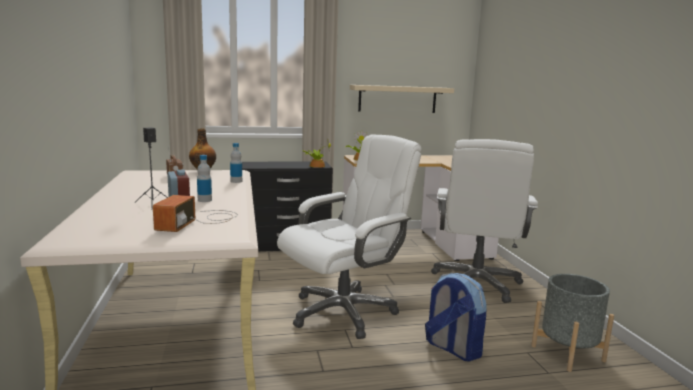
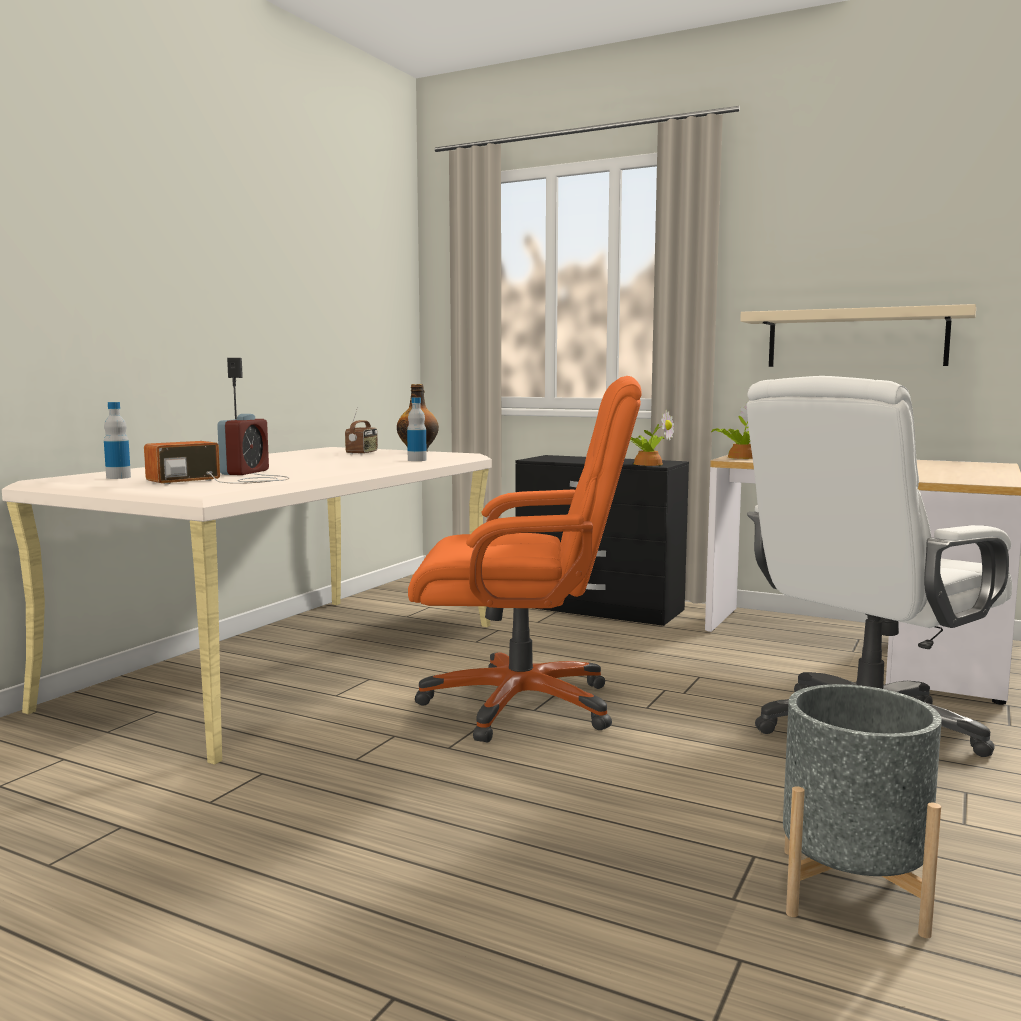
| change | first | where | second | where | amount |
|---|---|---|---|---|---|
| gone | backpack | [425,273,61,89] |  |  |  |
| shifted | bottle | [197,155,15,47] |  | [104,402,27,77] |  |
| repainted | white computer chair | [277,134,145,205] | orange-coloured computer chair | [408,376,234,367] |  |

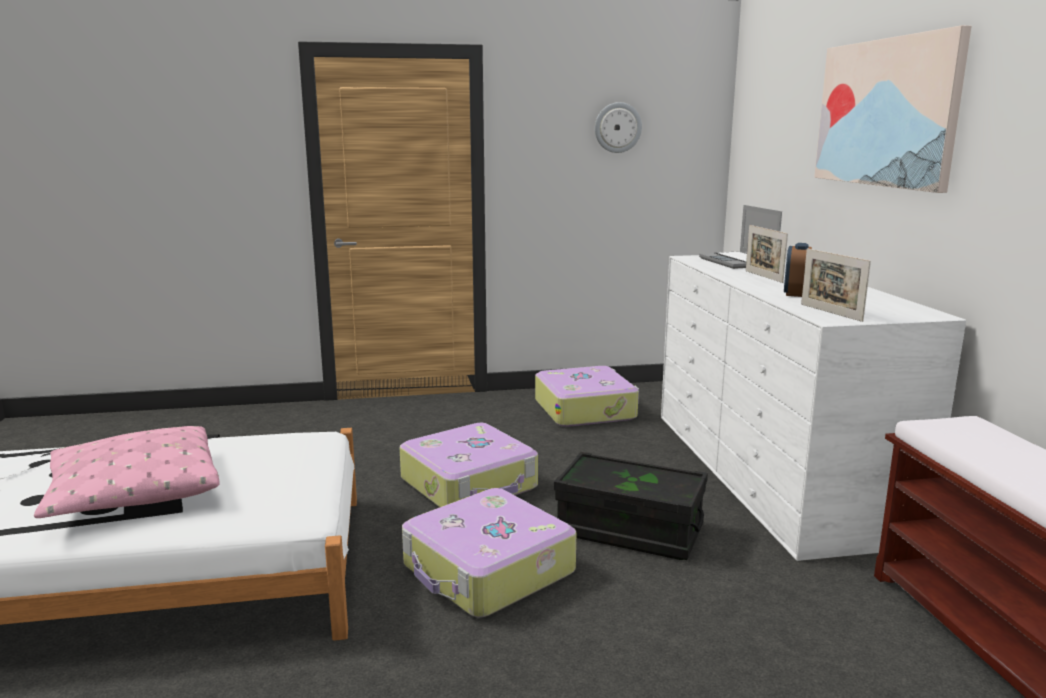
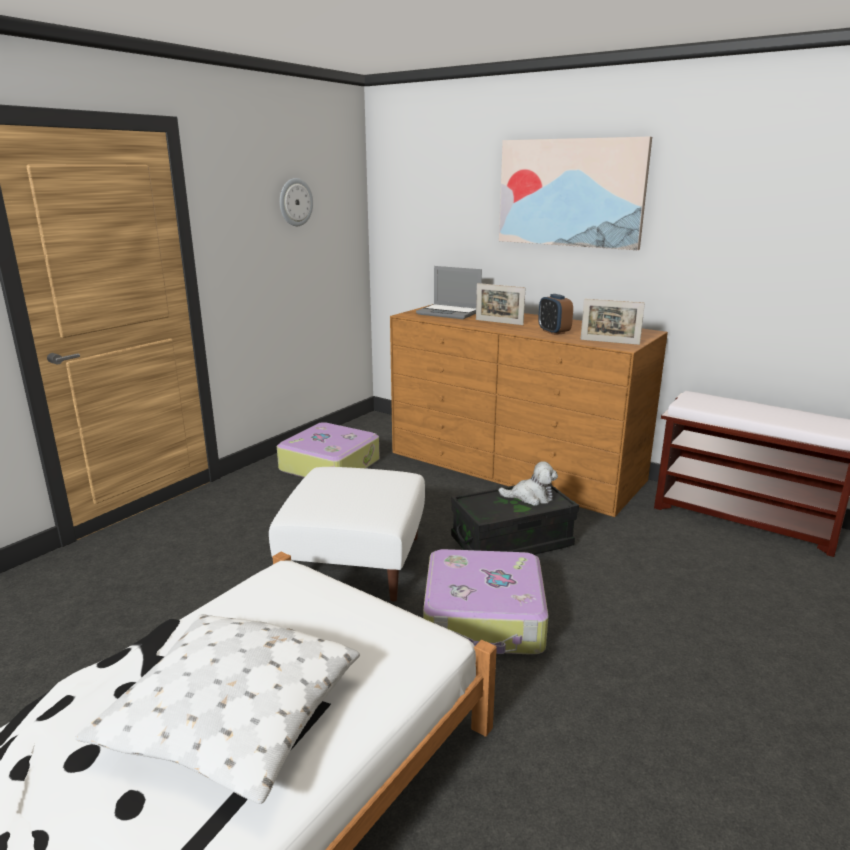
| change | first | where | second | where | amount |
|---|---|---|---|---|---|
| new |  |  | plush toy | [498,461,60,45] |  |
| swapped | piece of luggage | [399,423,139,84] | white footrest | [269,467,156,135] |  |
| repainted | pinkish pillow | [34,426,186,92] | white pillow | [75,614,285,190] |  |
| repainted | white chest of drawers | [661,255,305,306] | brownish chest of drawers | [390,304,278,213] |  |

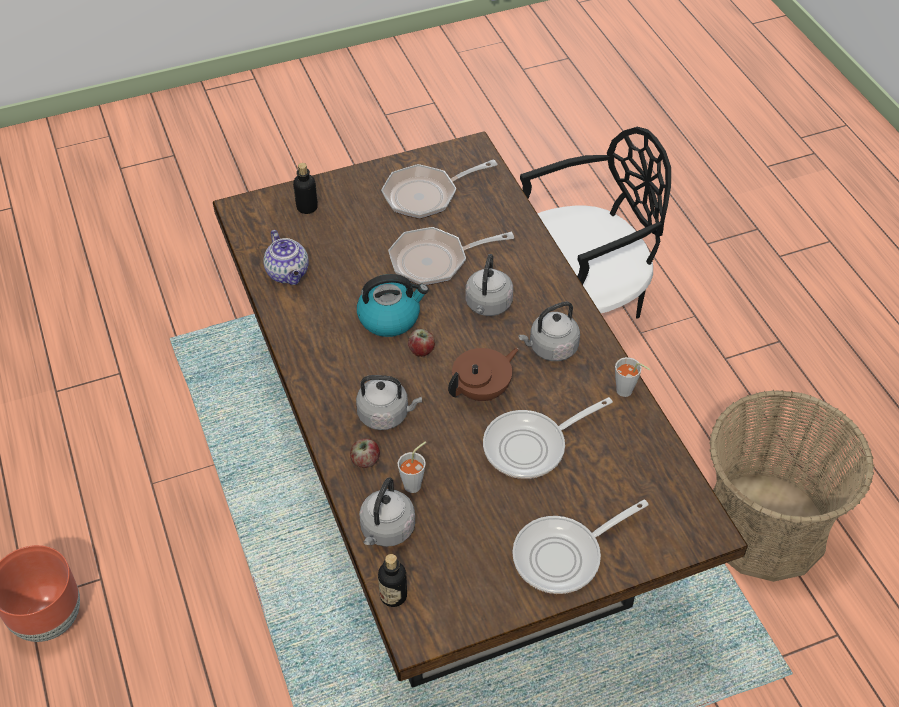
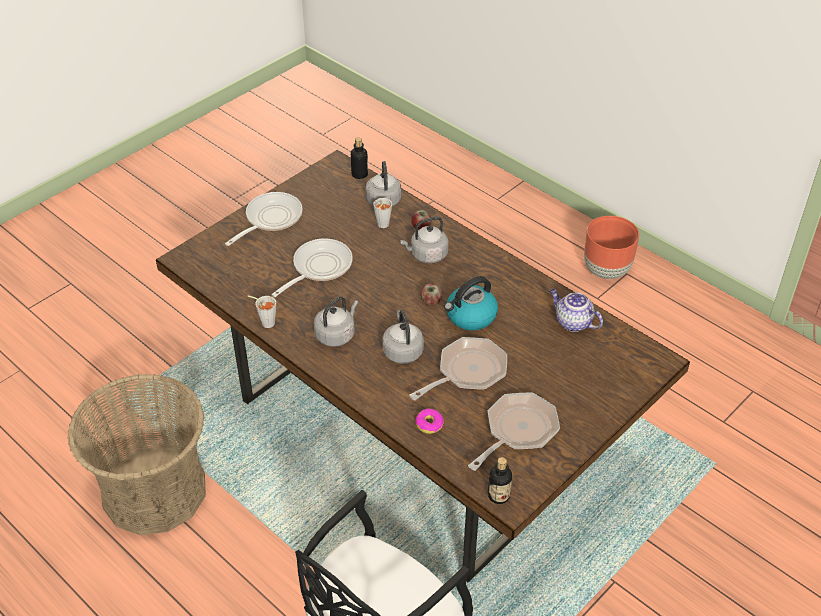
| change | first | where | second | where | amount |
|---|---|---|---|---|---|
| gone | brownish tea pot | [448,348,71,53] |  |  |  |
| new |  |  | doughnut | [416,409,28,25] |  |
| shifted | bottle | [293,163,25,51] |  | [488,457,24,47] |  |

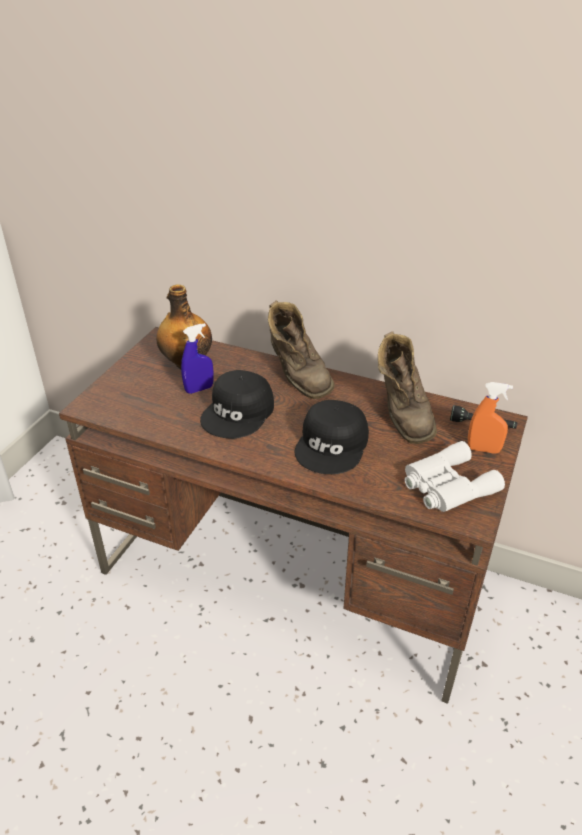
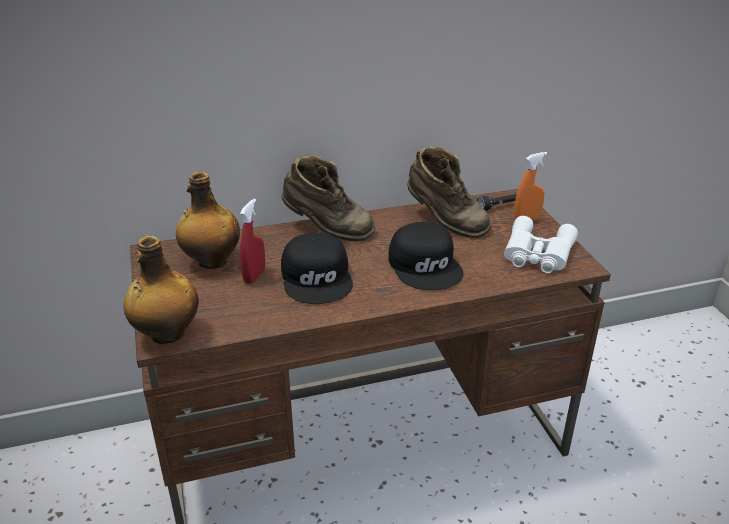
| change | first | where | second | where | amount |
|---|---|---|---|---|---|
| new |  |  | bottle | [123,236,76,108] |  |
| repainted | blue-coloured hand sprayer | [181,323,32,71] | reddish hand sprayer | [240,199,25,85] |  |

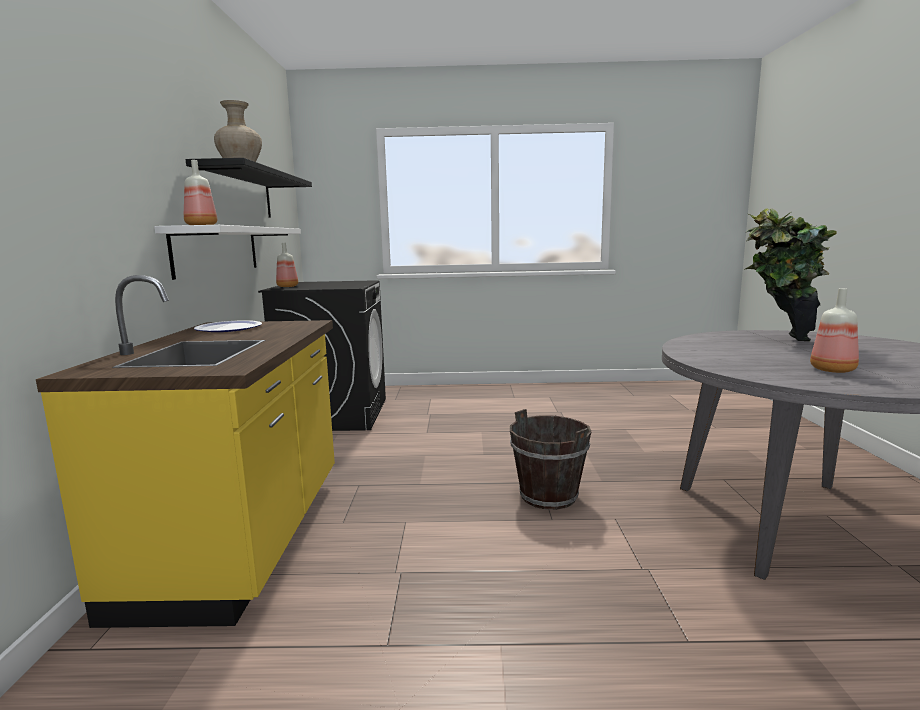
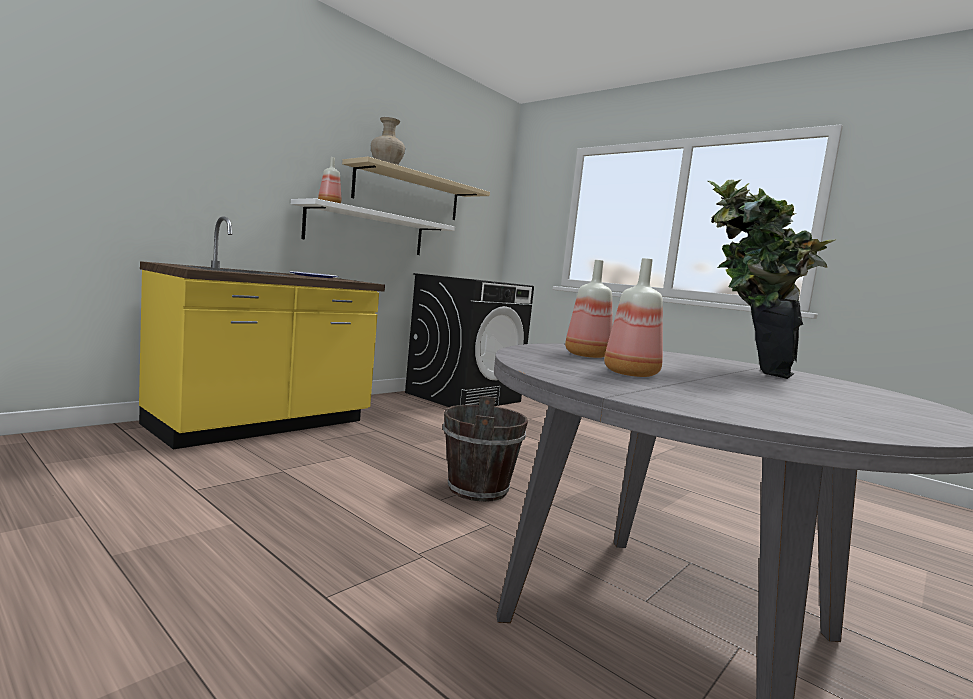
| change | first | where | second | where | amount |
|---|---|---|---|---|---|
| shifted | bottle | [276,243,22,44] |  | [565,260,48,98] |  |
| repainted | blackish bracket shelf | [186,158,126,60] | beige-coloured bracket shelf | [342,157,148,63] |  |

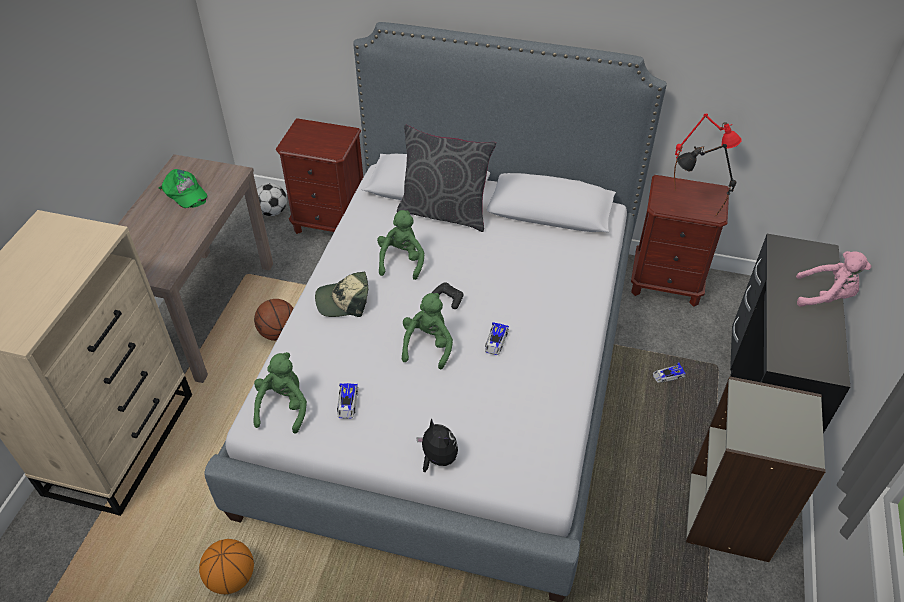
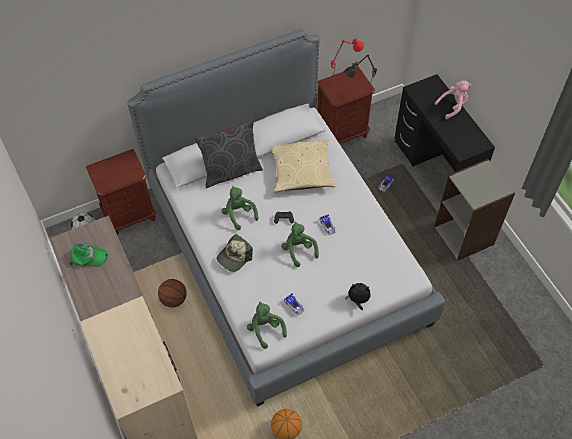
| change | first | where | second | where | amount |
|---|---|---|---|---|---|
| new |  |  | beige-coloured pillow | [271,139,65,53] |  |

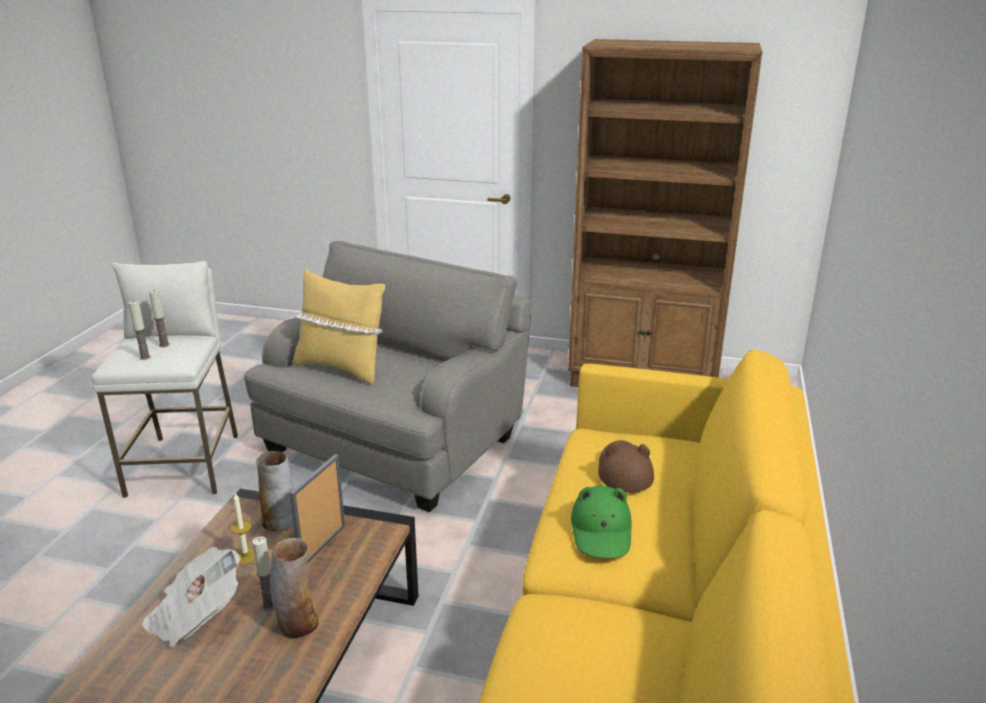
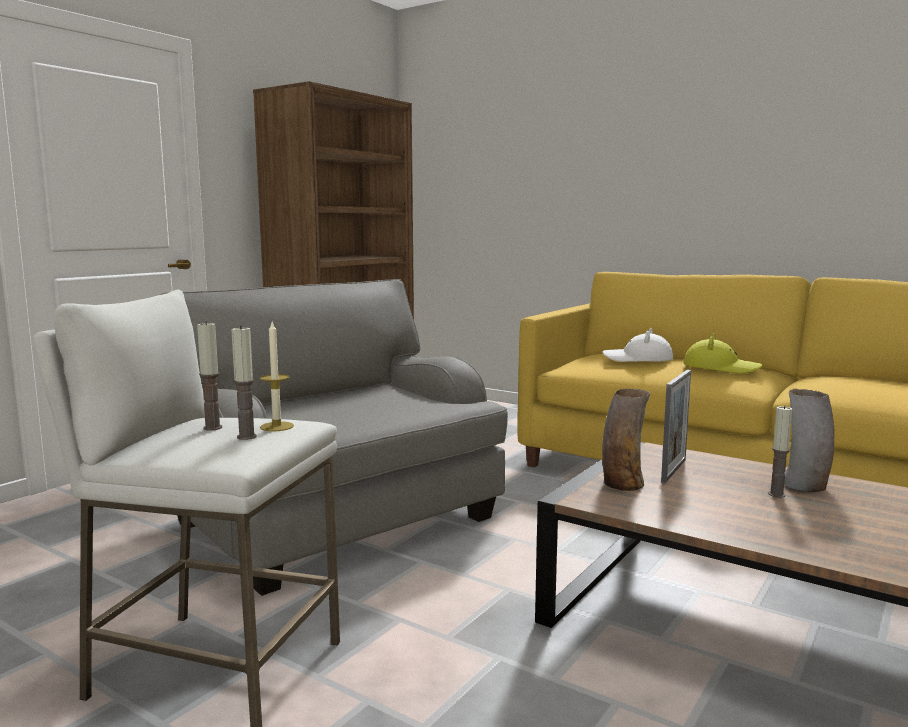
| change | first | where | second | where | amount |
|---|---|---|---|---|---|
| gone | newspaper | [142,547,99,100] |  |  |  |
| gone | yellow-coloured pillow | [292,269,93,116] |  |  |  |
| shifted | wax candle | [230,493,25,71] |  | [260,322,34,109] |  |
| repainted | greenish clothing hat | [571,486,61,72] | yellow-coloured clothing hat | [683,333,80,40] |  |
| repainted | brownish clothing hat | [598,440,56,52] | white clothing hat | [602,328,71,34] |  |
| rotated | picture frame | [290,454,55,109] |  | [661,370,30,113] | 105 degrees counterclockwise |

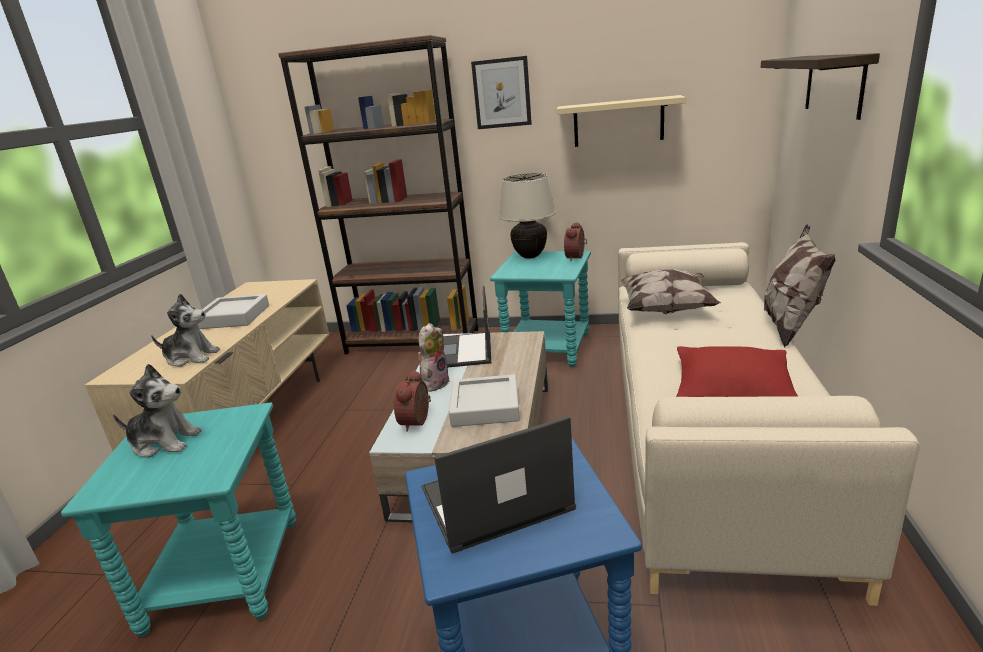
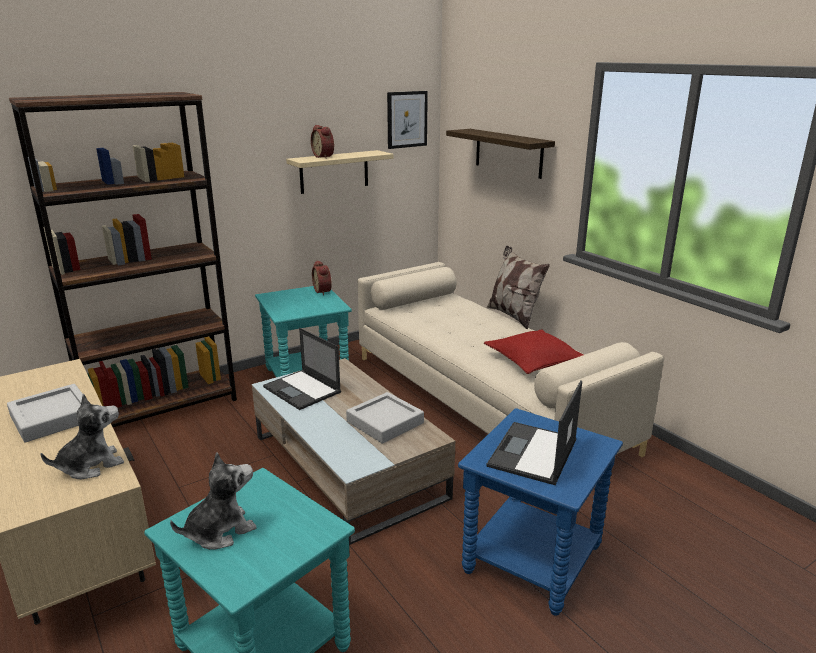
| change | first | where | second | where | amount |
|---|---|---|---|---|---|
| gone | plush toy | [418,323,32,69] |  |  |  |
| gone | beige-coloured lamp for a table | [499,173,57,86] |  |  |  |
| gone | pillow | [617,269,104,45] |  |  |  |
| shifted | bedside clock | [394,370,37,62] |  | [311,125,23,34] |  |
| shifted | wall picture | [471,56,61,73] |  | [387,91,41,58] |  |

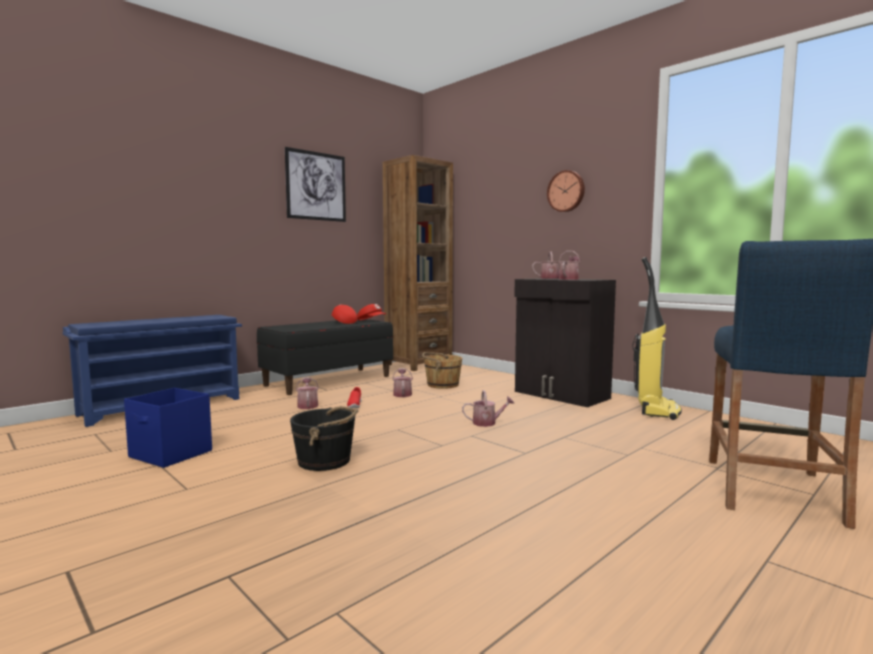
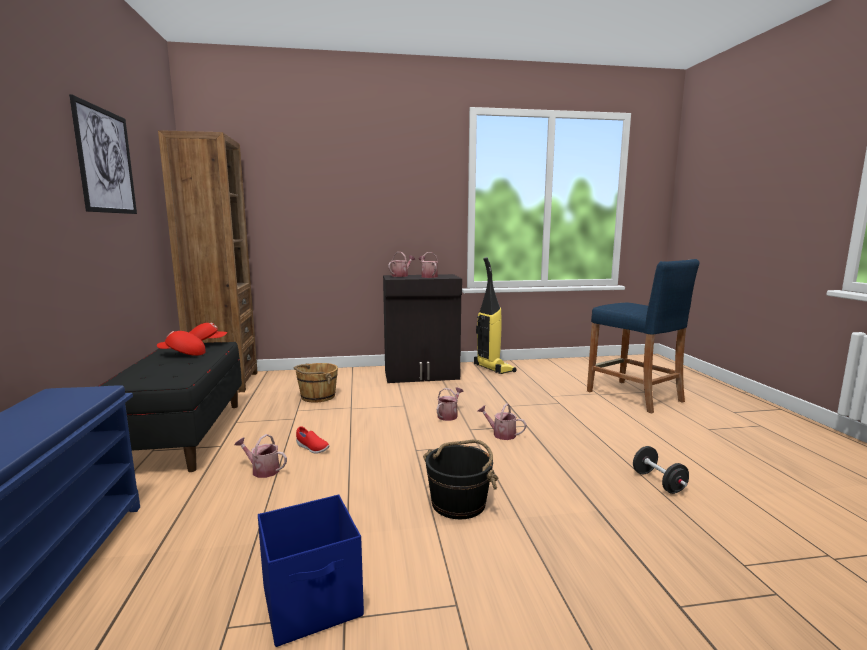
| change | first | where | second | where | amount |
|---|---|---|---|---|---|
| gone | hanging clock | [547,170,38,42] |  |  |  |
| new |  |  | blackish dumbbell | [633,446,56,48] |  |
| shifted | sprinkling can | [392,368,21,29] |  | [478,403,49,37] |  |

